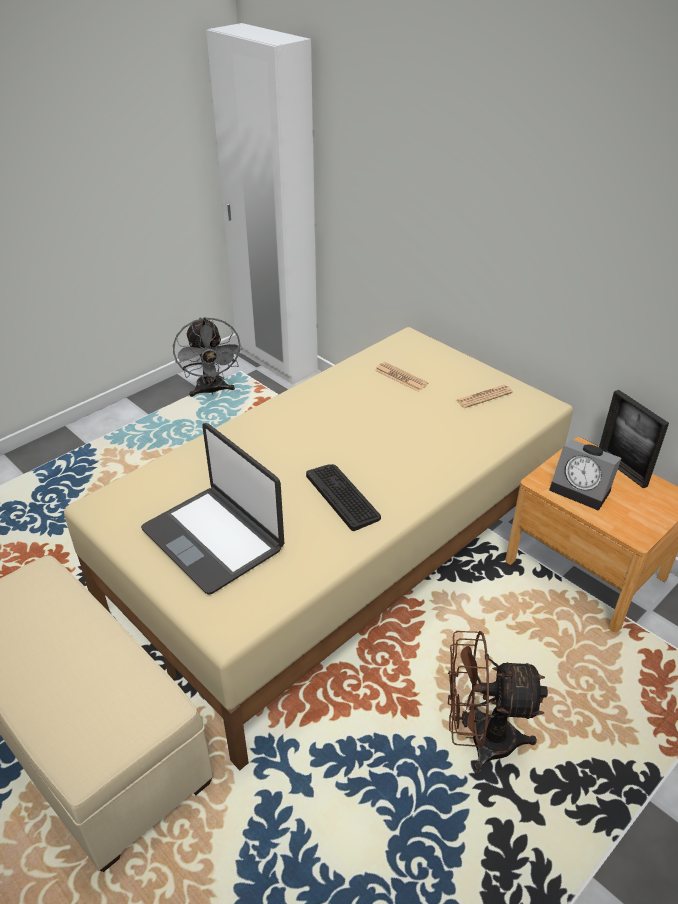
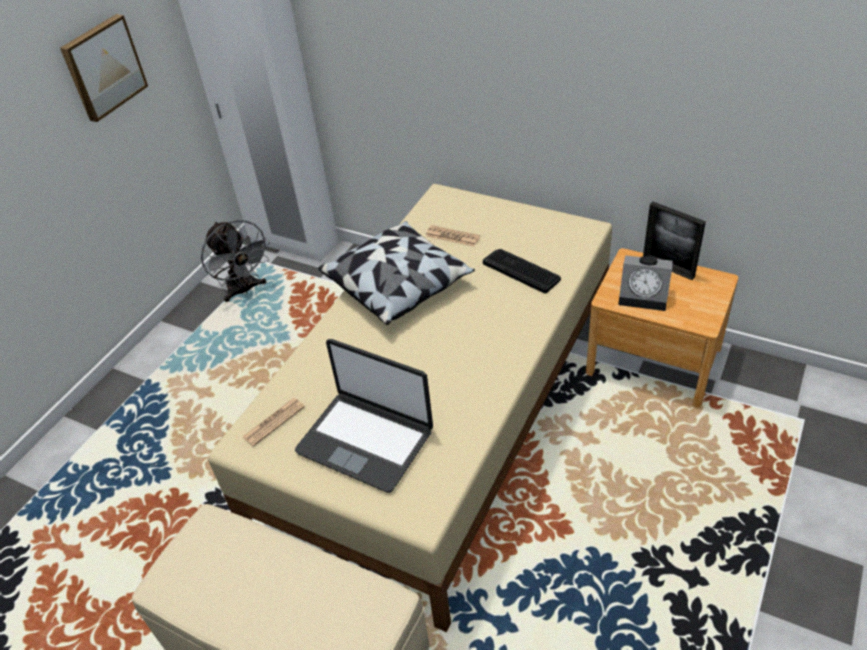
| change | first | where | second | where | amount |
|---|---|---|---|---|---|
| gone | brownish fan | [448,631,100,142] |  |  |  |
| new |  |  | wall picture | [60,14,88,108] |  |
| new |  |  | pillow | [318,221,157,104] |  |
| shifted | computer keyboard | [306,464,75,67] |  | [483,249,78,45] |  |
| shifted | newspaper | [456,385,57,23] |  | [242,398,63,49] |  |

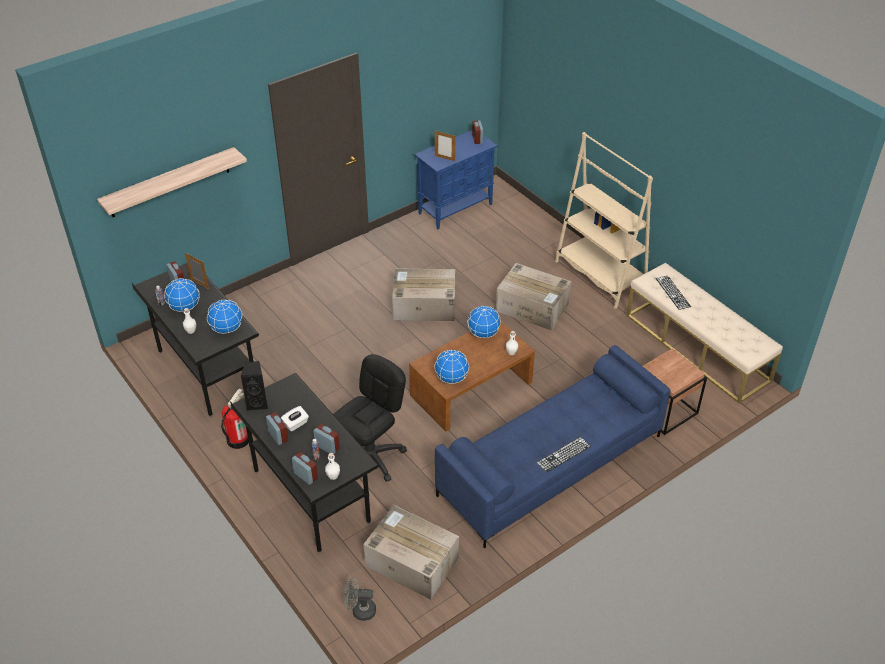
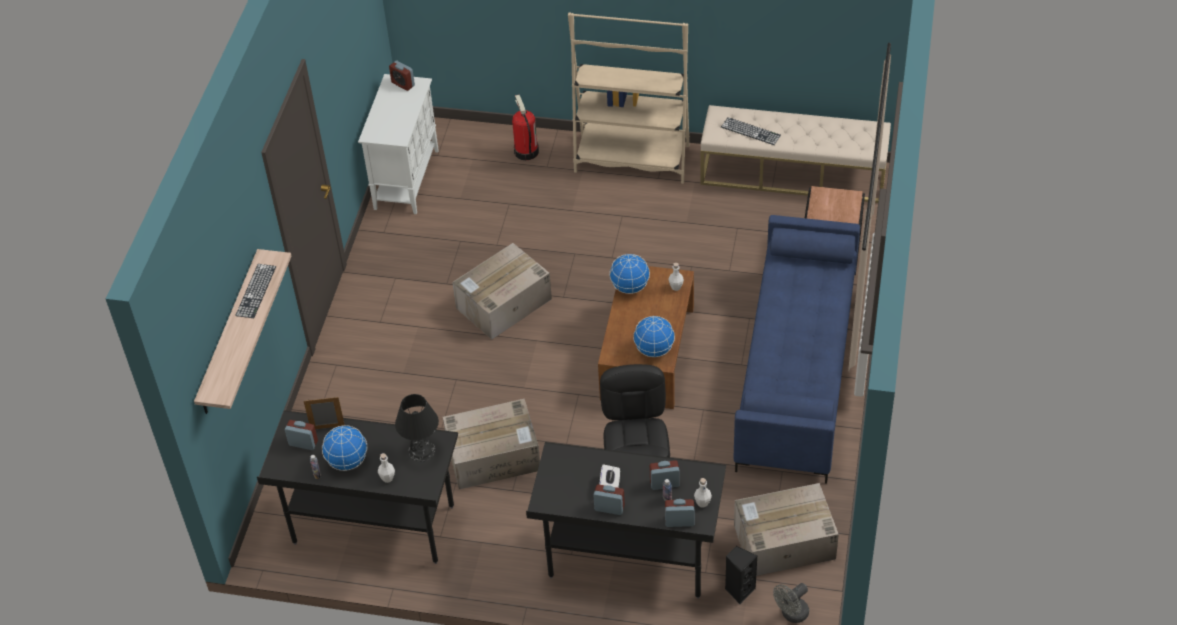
| change | first | where | second | where | amount |
|---|---|---|---|---|---|
| gone | picture frame | [435,130,20,31] |  |  |  |
| shifted | fire-fighting cylinder | [221,389,28,60] |  | [512,95,27,65] |  |
| shifted | blackish loudspeaker | [240,361,28,50] |  | [725,546,32,58] |  |
| shifted | cardboard box | [496,263,75,67] |  | [443,399,97,90] |  |
| shifted | computer keyboard | [537,437,54,36] |  | [235,264,41,54] |  |
| swapped | globe | [207,300,35,34] | blackish lamp for a table | [395,394,44,68] |  |
| repainted | blue-coloured cupboard | [415,130,82,99] | white cupboard | [358,74,81,140] |  |

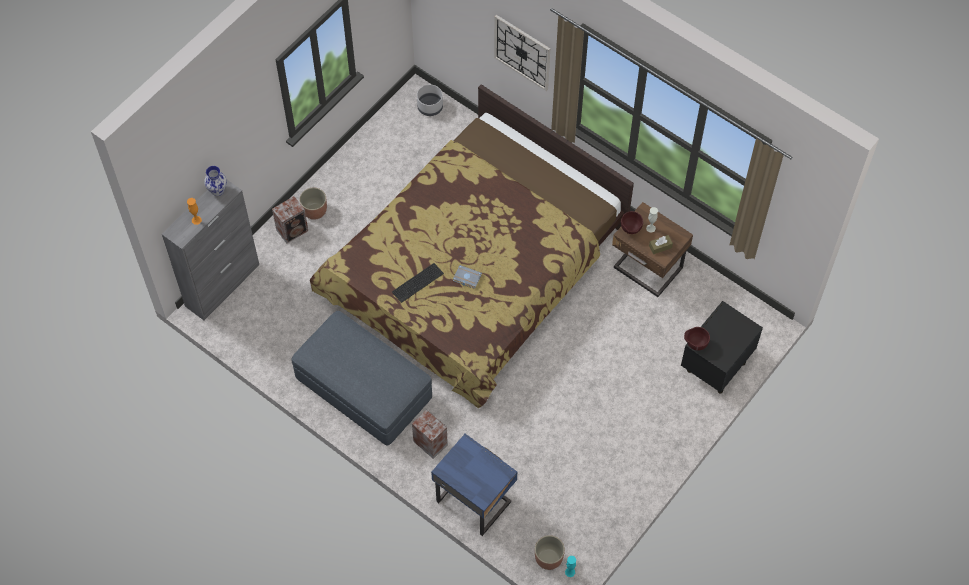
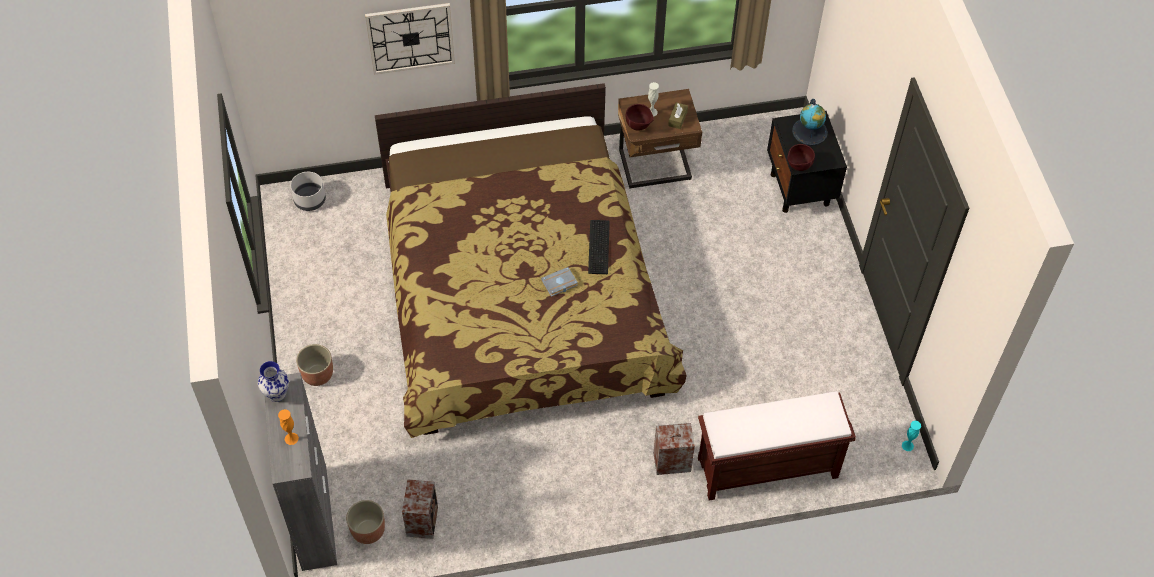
| change | first | where | second | where | amount |
|---|---|---|---|---|---|
| gone | grey footrest | [292,311,140,135] |  |  |  |
| new |  |  | globe | [792,99,36,47] |  |
| shifted | loudspeaker | [272,196,36,48] |  | [402,479,36,60] |  |
| shifted | computer keyboard | [392,263,52,40] |  | [588,220,22,54] |  |
| shifted | flower pot | [535,535,30,35] |  | [346,500,39,44] |  |
| swapped | blue-coloured bedside table | [431,434,86,102] | brownish bench | [698,391,158,110] |  |

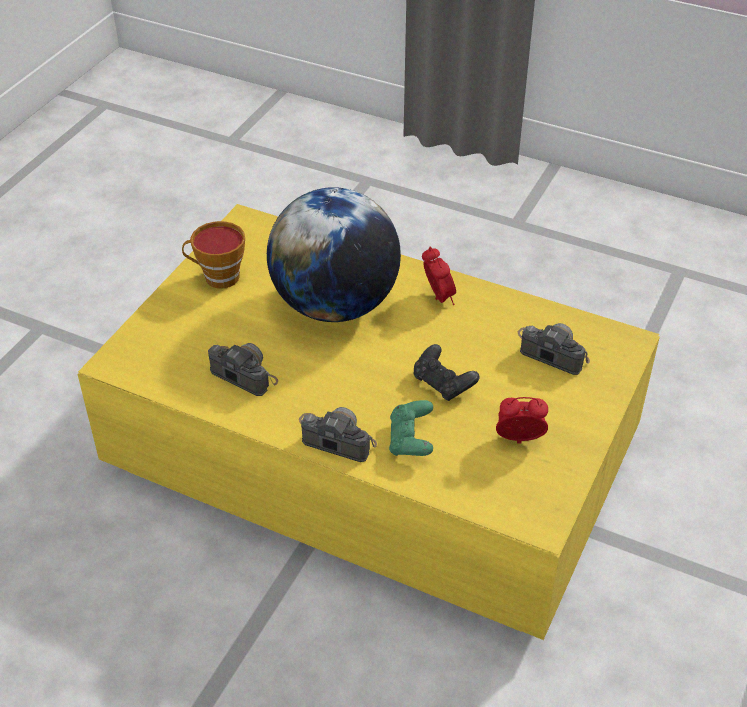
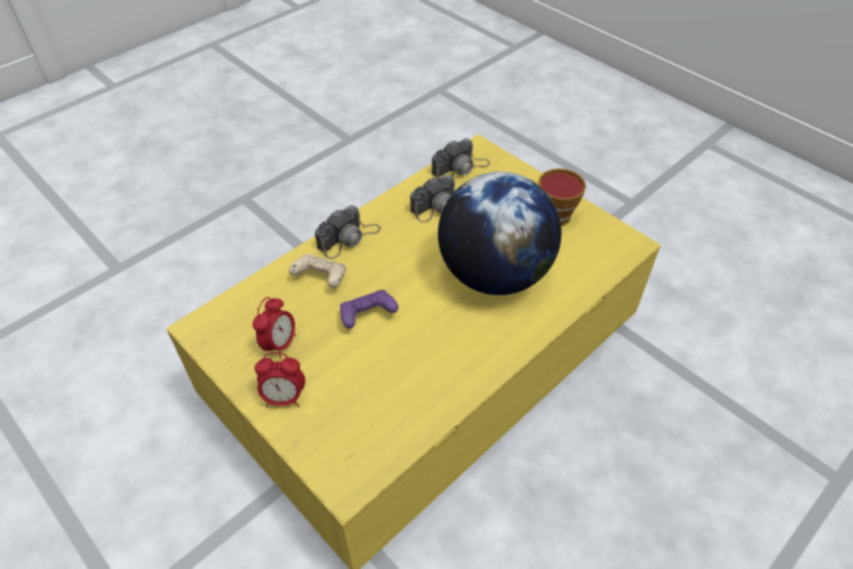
| change | first | where | second | where | amount |
|---|---|---|---|---|---|
| shifted | bedside clock | [422,247,34,58] |  | [255,352,50,55] |  |
| shifted | still camera | [518,323,72,52] |  | [432,138,58,41] |  |
| repainted | greenish gamepad | [389,400,44,56] | beige-coloured gamepad | [289,254,57,34] |  |
| repainted | blackish gamepad | [413,344,67,57] | purple-coloured gamepad | [340,290,59,39] |  |

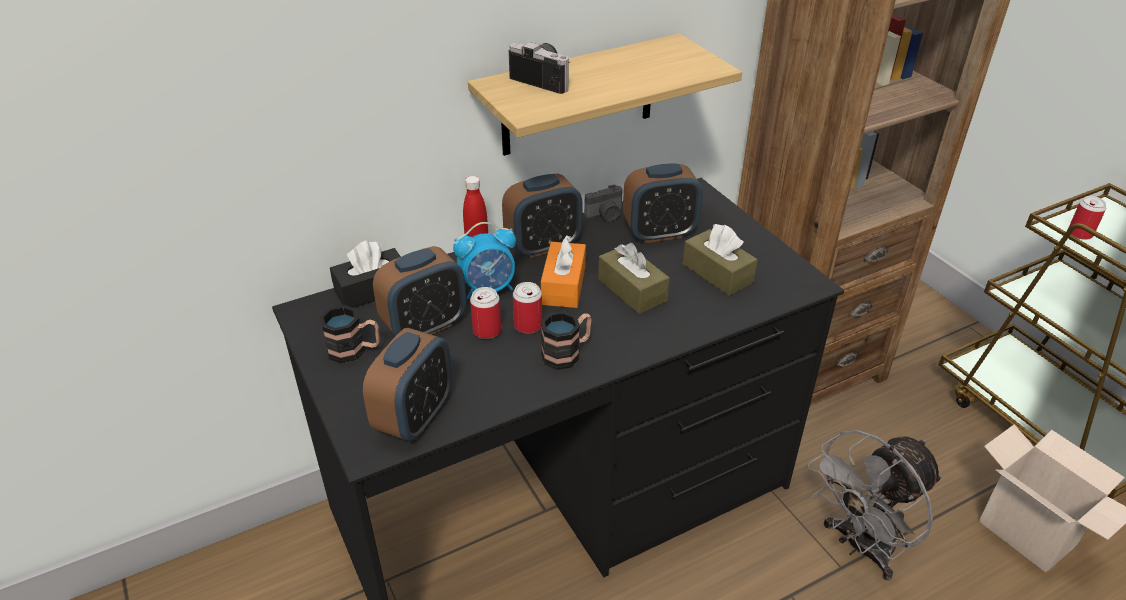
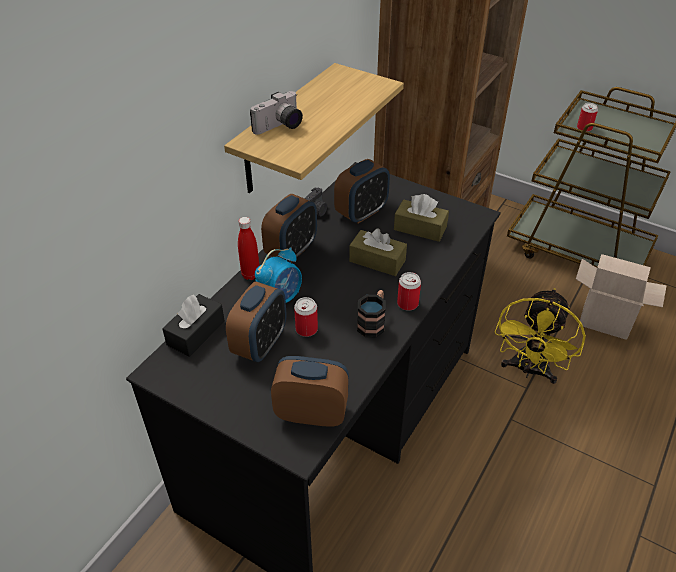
| change | first | where | second | where | amount |
|---|---|---|---|---|---|
| gone | coffee mug | [320,305,60,59] |  |  |  |
| gone | orange-coloured tissue holder | [541,235,45,73] |  |  |  |
| shifted | can | [513,282,29,52] |  | [397,272,24,39] |  |
| repainted | grey fan | [808,430,134,151] | yellow-coloured fan | [495,288,91,96] |  |
| rotated | bedside clock | [363,328,89,113] |  | [271,356,78,71] | 75 degrees counterclockwise |
| rotated | still camera | [509,42,60,52] |  | [250,91,53,44] | 135 degrees clockwise |

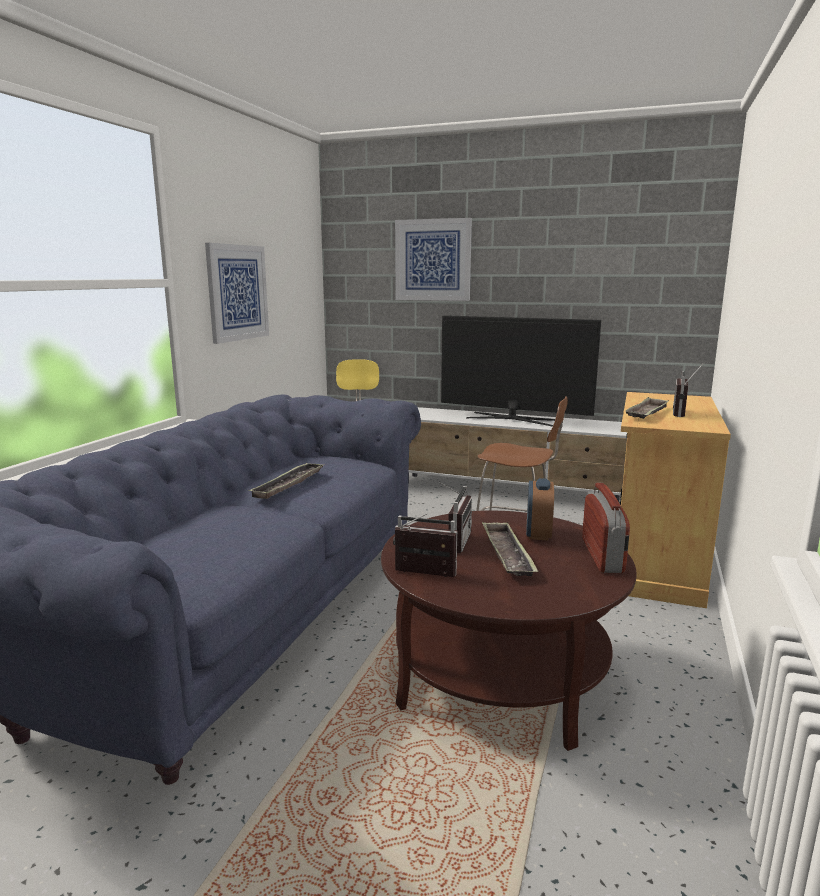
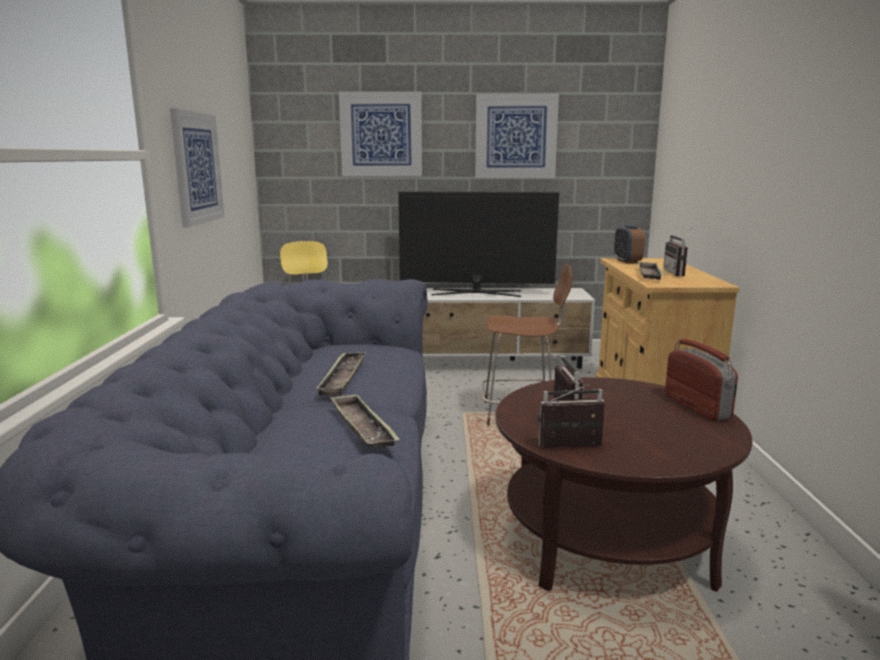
| change | first | where | second | where | amount |
|---|---|---|---|---|---|
| new |  |  | wall picture | [475,94,84,84] |  |
| shifted | carrying tray | [482,522,56,54] |  | [330,394,70,54] |  |
| shifted | bedside clock | [526,478,28,63] |  | [614,225,31,39] |  |

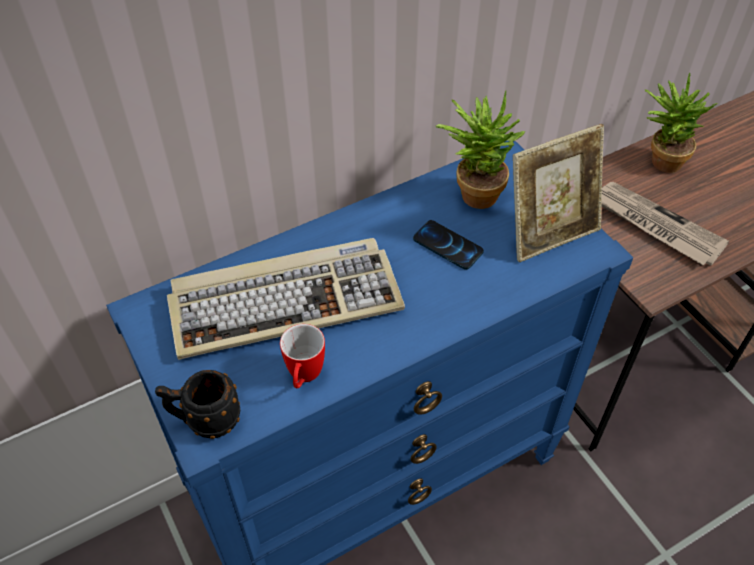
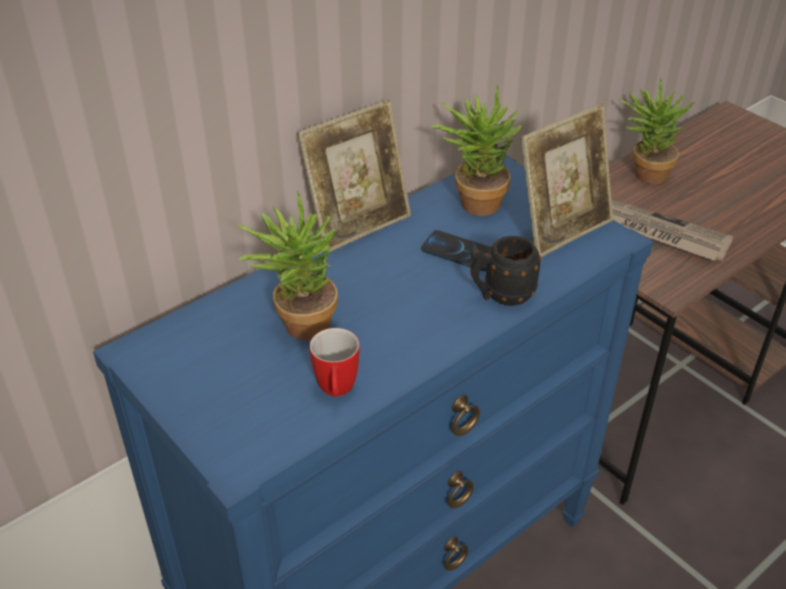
| change | first | where | second | where | amount |
|---|---|---|---|---|---|
| new |  |  | picture frame | [297,100,114,152] |  |
| shifted | blackish coffee mug | [155,370,85,69] |  | [470,236,72,70] |  |
| swapped | computer keyboard | [167,238,238,122] | houseplant | [237,191,101,149] |  |

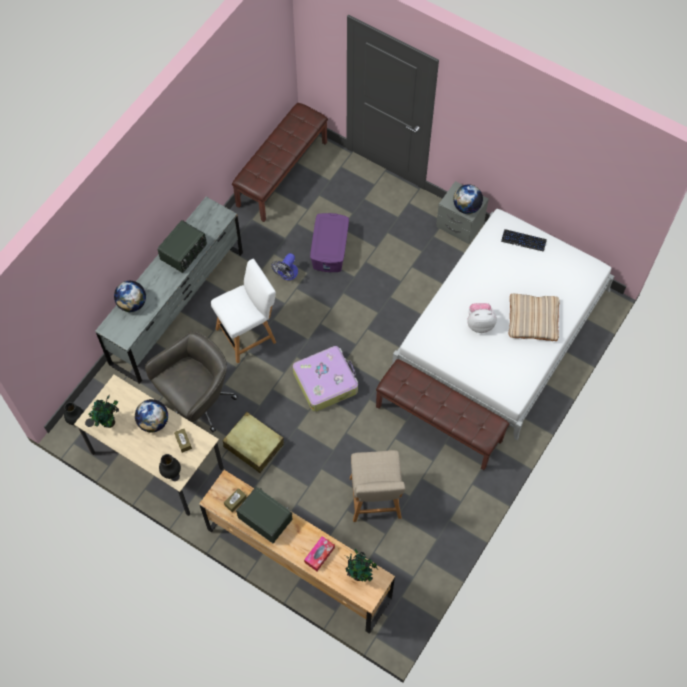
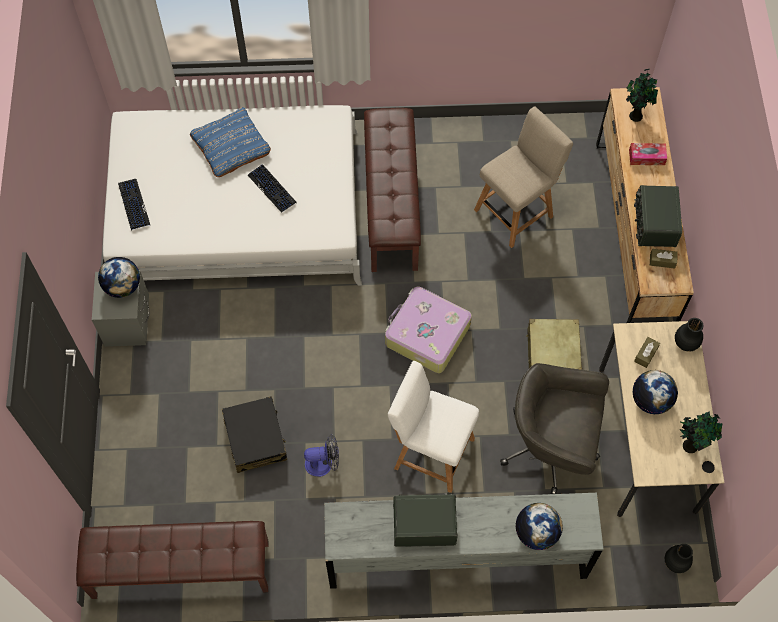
| change | first | where | second | where | amount |
|---|---|---|---|---|---|
| swapped | purple-coloured storage container | [310,213,39,59] | blackish piece of luggage | [222,396,65,77] |  |
| swapped | plush toy | [467,303,30,30] | computer keyboard | [248,164,49,49] |  |
| repainted | beige-coloured pillow | [509,294,51,47] | blue-coloured pillow | [190,107,81,70] |  |

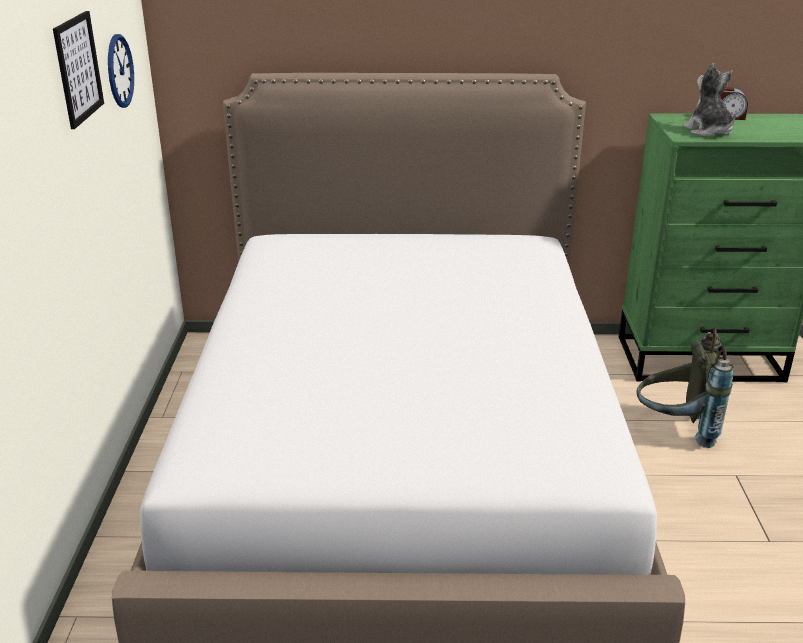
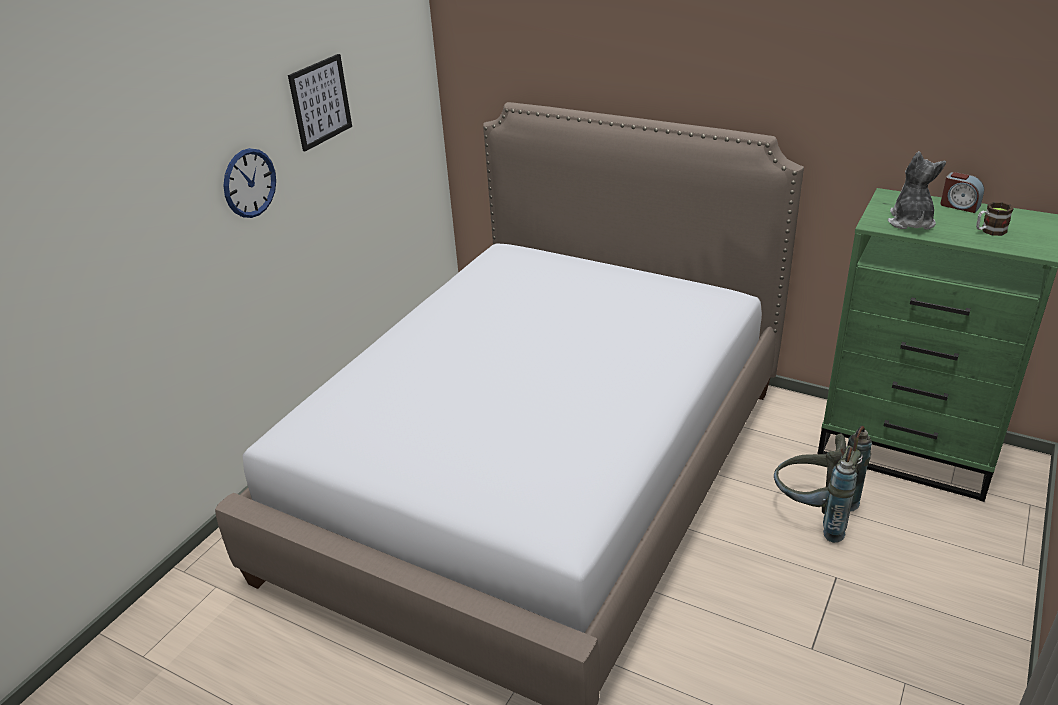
| change | first | where | second | where | amount |
|---|---|---|---|---|---|
| new |  |  | coffee mug | [976,202,37,34] |  |
| shifted | hanging clock | [108,34,26,74] |  | [223,148,53,70] |  |

